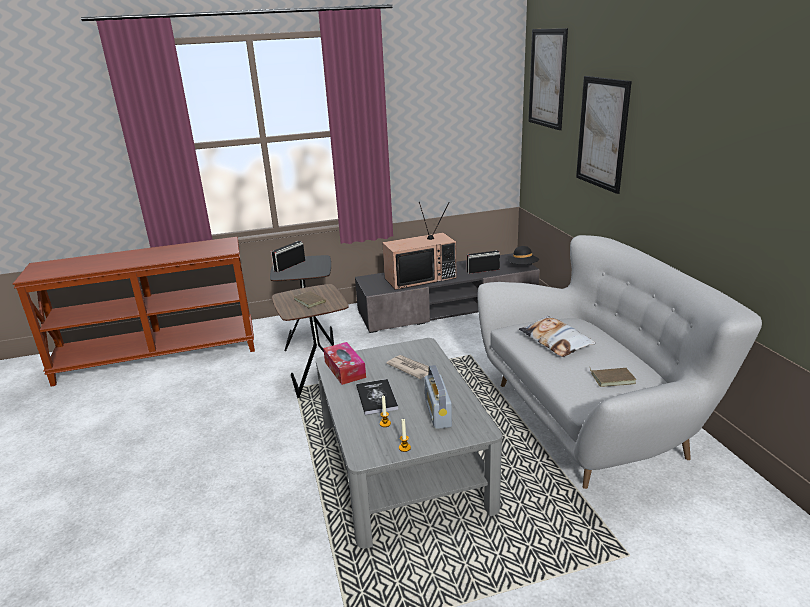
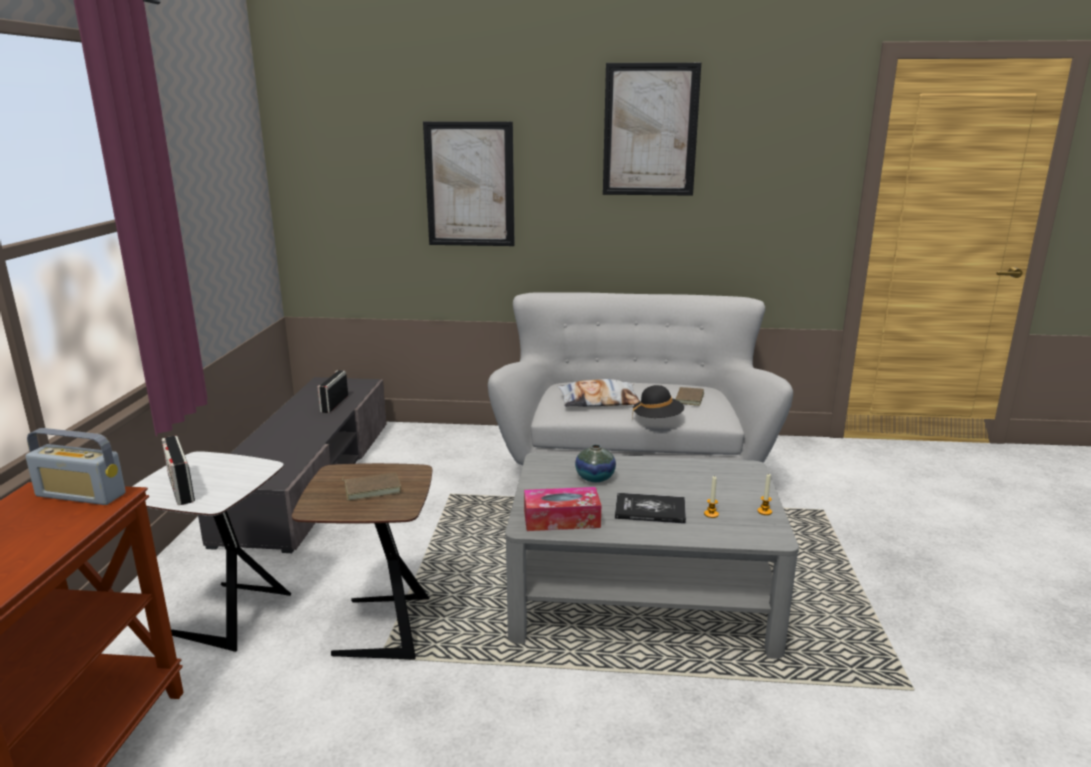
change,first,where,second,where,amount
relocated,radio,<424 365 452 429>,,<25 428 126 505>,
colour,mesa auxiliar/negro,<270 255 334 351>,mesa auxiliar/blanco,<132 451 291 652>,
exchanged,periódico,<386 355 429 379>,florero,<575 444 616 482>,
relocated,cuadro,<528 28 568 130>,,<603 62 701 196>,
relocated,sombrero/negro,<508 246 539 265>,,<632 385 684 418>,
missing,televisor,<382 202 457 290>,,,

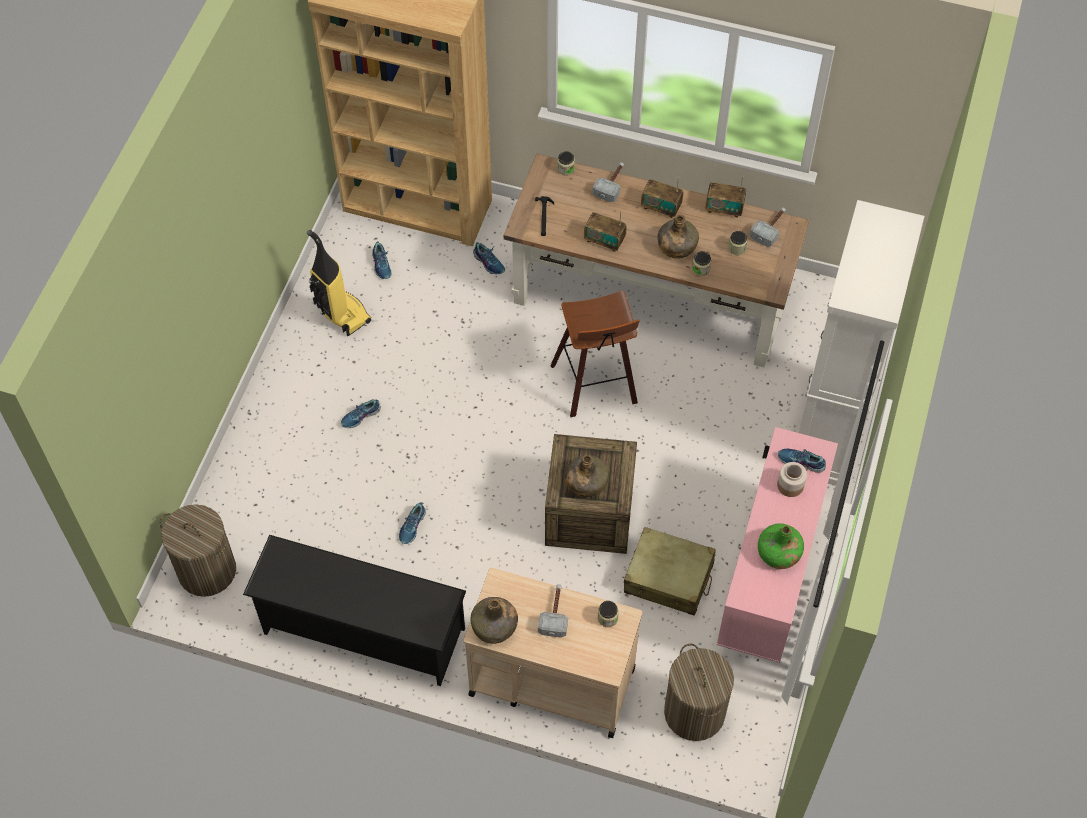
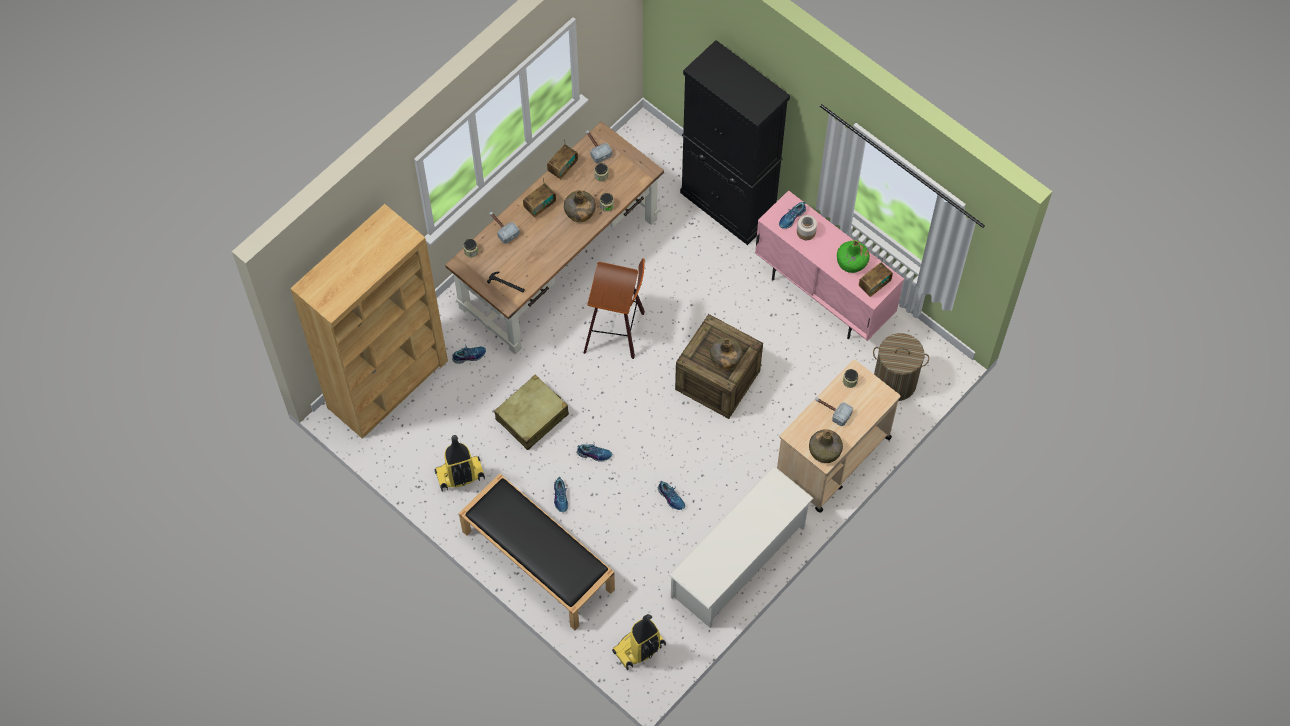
change,first,where,second,where,amount
appeared,,,banco/negro,<459 473 615 630>,
relocated,maleta/beis,<624 527 716 616>,,<494 375 569 450>,
relocated,zapato,<372 241 392 279>,,<577 444 612 462>,
exchanged,cesto de la ropa,<160 504 236 597>,aspiradora,<612 614 666 670>,
colour,zapatero/negro,<243 535 466 686>,zapatero/blanco,<669 466 814 628>,
colour,armario/blanco,<798 200 924 486>,armario/negro,<680 40 790 245>,
relocated,radio,<584 211 627 252>,,<859 258 893 297>,

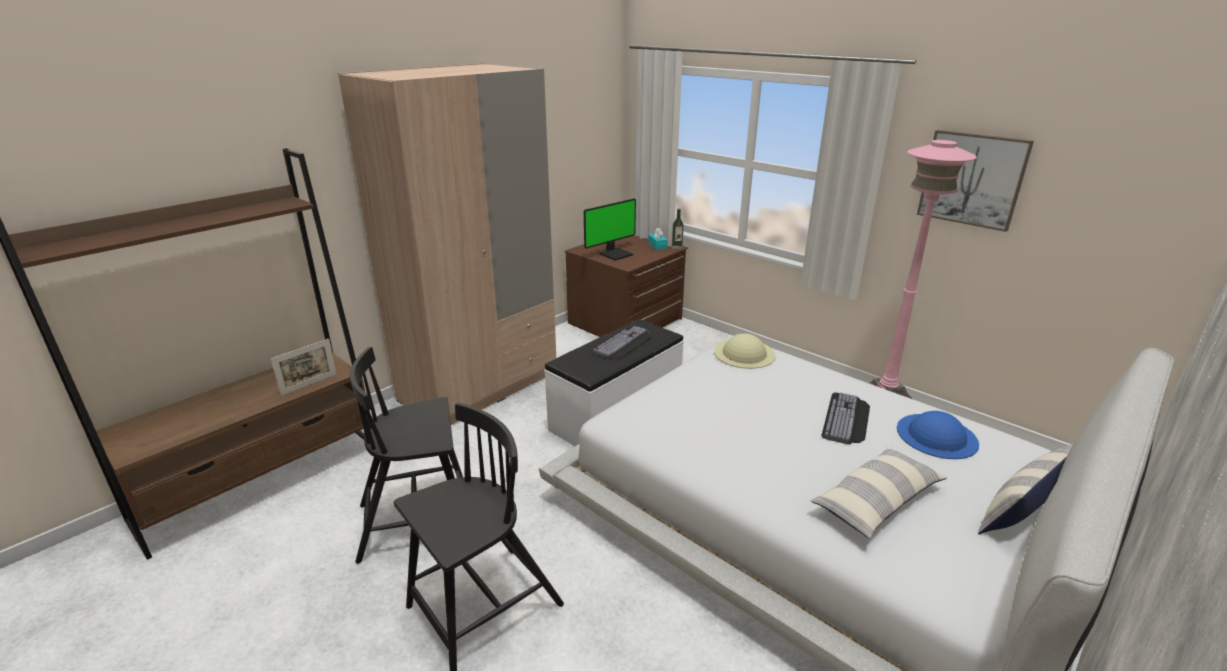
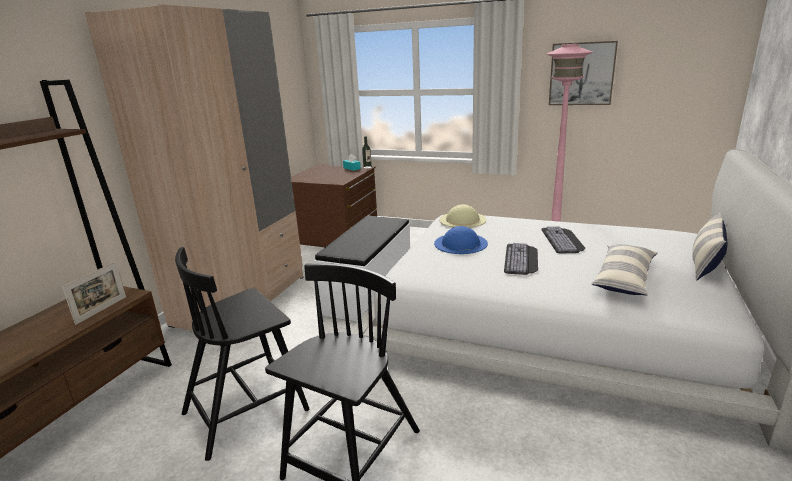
change,first,where,second,where,amount
relocated,sombrero/azul,<897 411 979 459>,,<434 226 488 254>,
relocated,teclado,<591 326 651 359>,,<504 243 538 275>,
missing,monitor,<584 199 636 260>,,,

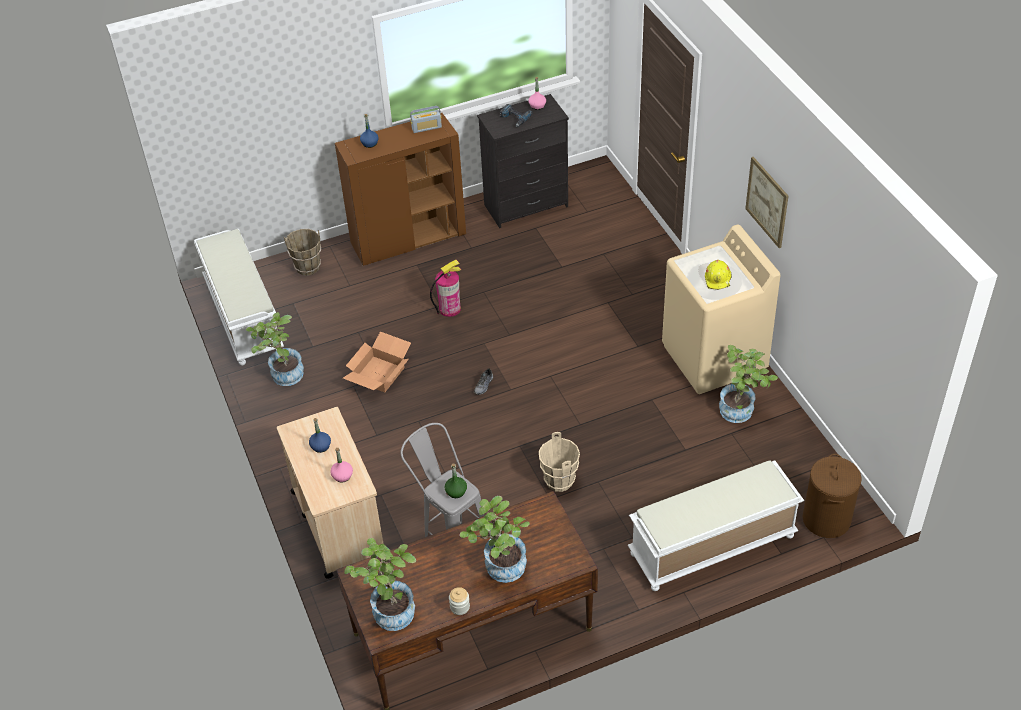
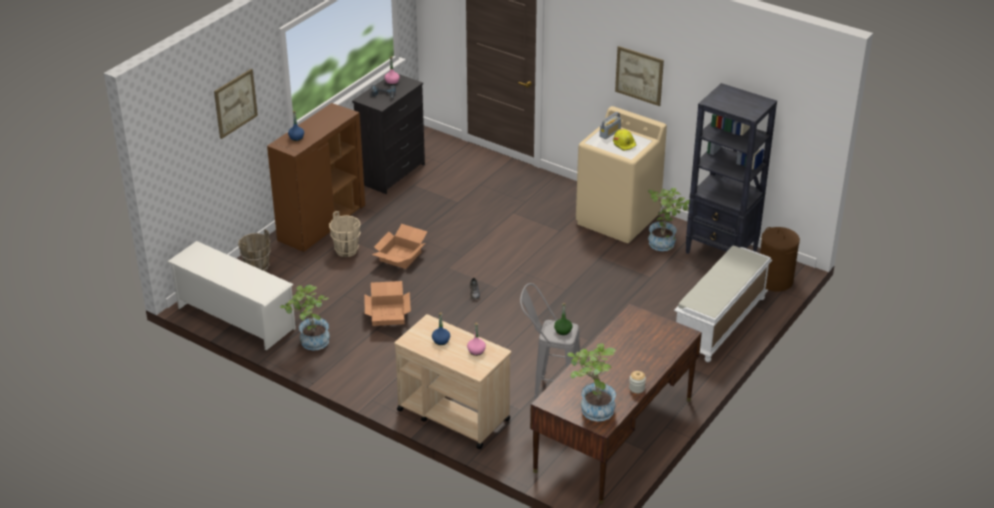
change,first,where,second,where,amount
exchanged,banco/blanco,<194 229 284 366>,zapatero/blanco,<167 241 296 350>,
appeared,,,cuadro,<214 69 258 139>,
relocated,cubo/beis,<539 432 580 492>,,<329 211 361 257>,
exchanged,extintor,<430 260 461 317>,caja de cartón,<372 224 427 269>,
relocated,radio,<410 106 442 133>,,<600 112 621 139>,
appeared,,,estantería/negro,<686 83 777 254>,
missing,planta en maceta,<460 496 530 583>,,,

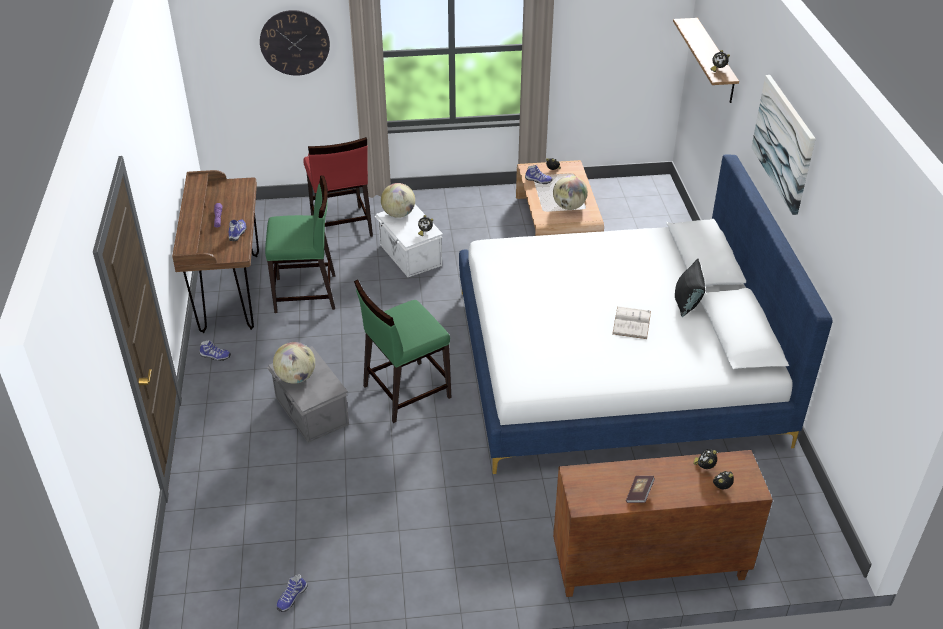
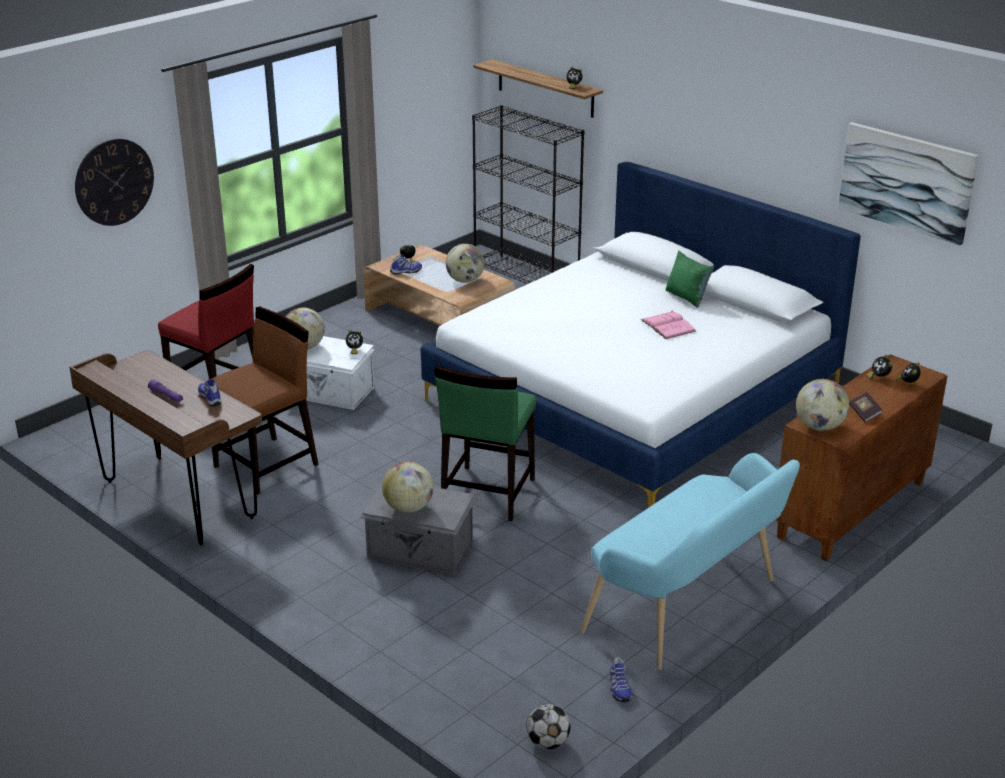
change,first,where,second,where,amount
colour,silla/verde,<265 176 335 313>,silla/marrón,<212 306 319 495>,
appeared,,,estantería/negro,<472 105 585 284>,
appeared,,,balón de fútbol,<526 704 570 749>,
appeared,,,banco/turquesa,<580 453 800 670>,
colour,libro/blanco,<612 306 651 339>,libro/rosa,<641 310 696 339>,
colour,cojín/negro,<675 259 705 317>,cojín/verde,<665 251 714 308>,
appeared,,,globo terráqueo,<796 379 849 431>,
relocated,cuadro,<751 75 816 215>,,<838 122 979 245>,
missing,zapato,<199 340 231 361>,,,

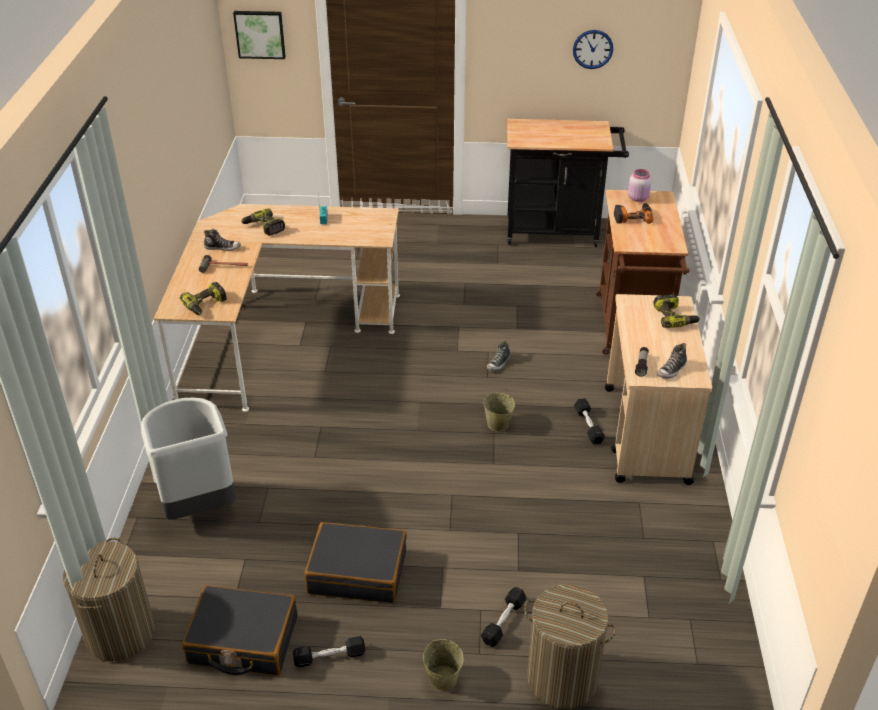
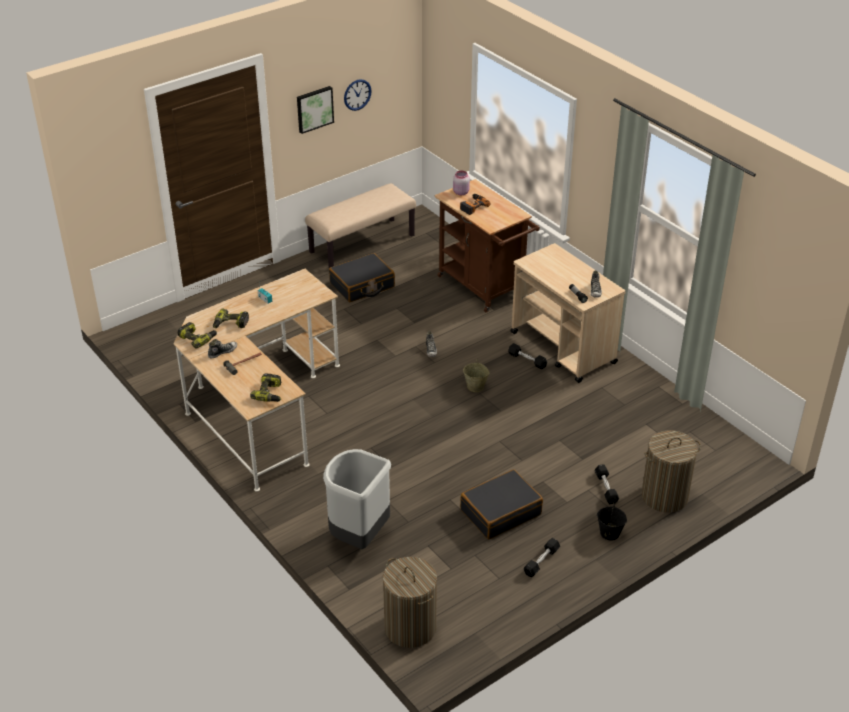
change,first,where,second,where,amount
relocated,taladro,<653 294 700 328>,,<178 322 217 349>,
relocated,cuadro,<233 11 286 59>,,<297 86 334 134>,
exchanged,carrito/negro,<507 119 629 247>,banco/beis,<305 183 416 268>,
relocated,maleta/negro,<182 585 297 676>,,<329 253 395 302>,
colour,cubo/beis,<423 639 464 691>,cubo/negro,<597 503 627 541>,

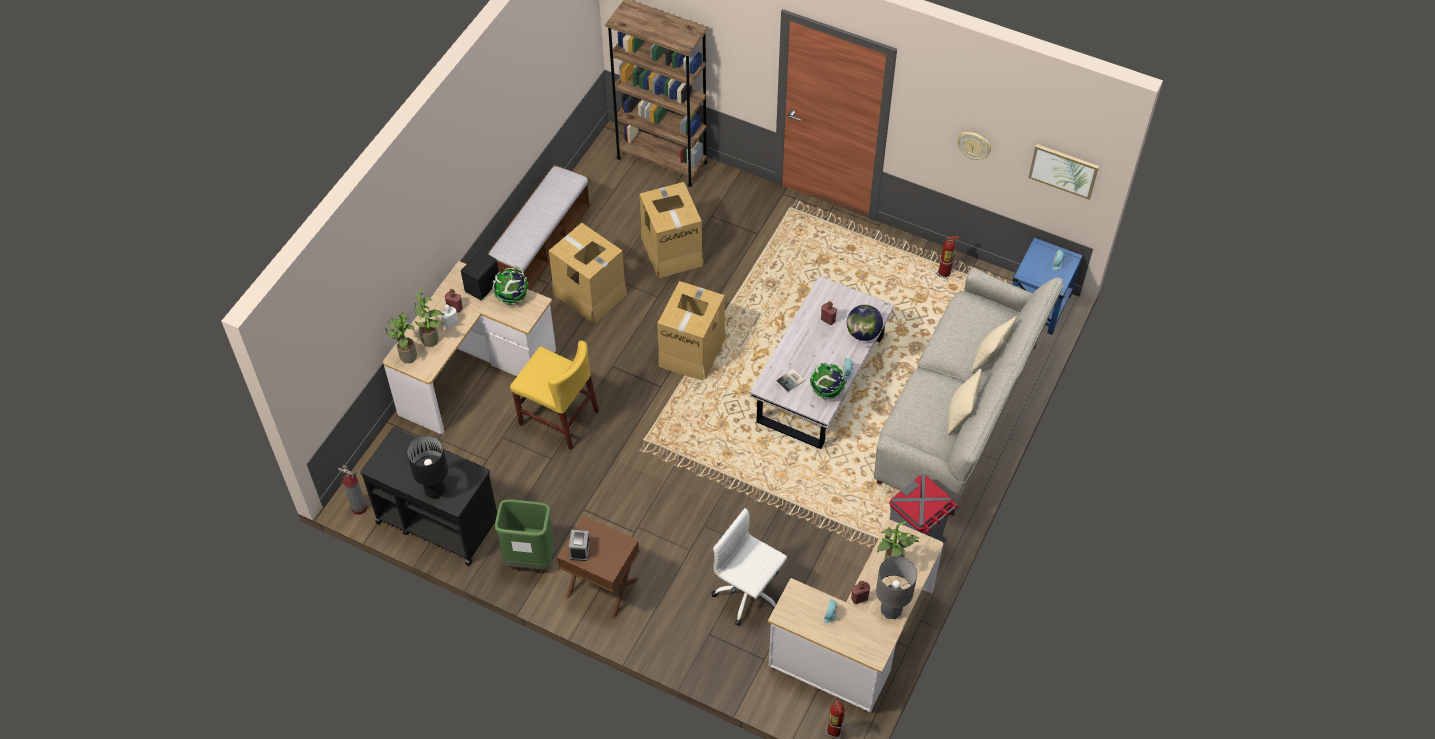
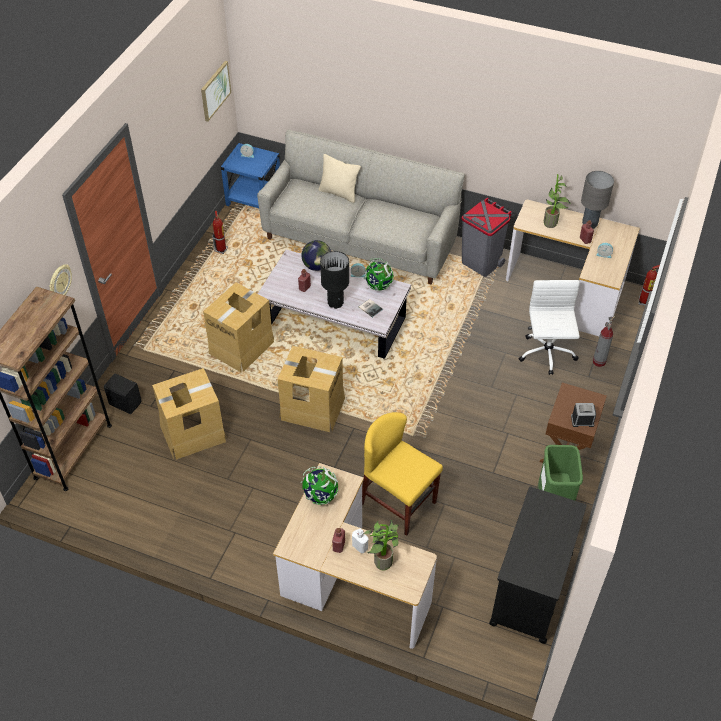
change,first,where,second,where,amount
relocated,reloj de pared,<957 132 991 160>,,<49 264 72 295>,
relocated,altavoz/negro,<461 251 499 300>,,<104 373 142 414>,
relocated,caja de cartón,<549 223 627 323>,,<203 282 274 372>,
relocated,lámpara de mesa/negro,<407 435 448 499>,,<320 251 349 309>,
spun,silla/amarillo,<510 341 599 450>,,<362 412 443 536>,75 degrees counterclockwise
spun,silla de oficina/blanco,<711 508 787 626>,,<519 280 580 375>,150 degrees clockwise
relocated,extintor,<338 465 367 515>,,<593 316 615 367>,
missing,planta en maceta,<385 312 417 364>,,,
missing,banco,<487 164 591 290>,,,
missing,cojín/beis,<947 369 982 435>,,,

